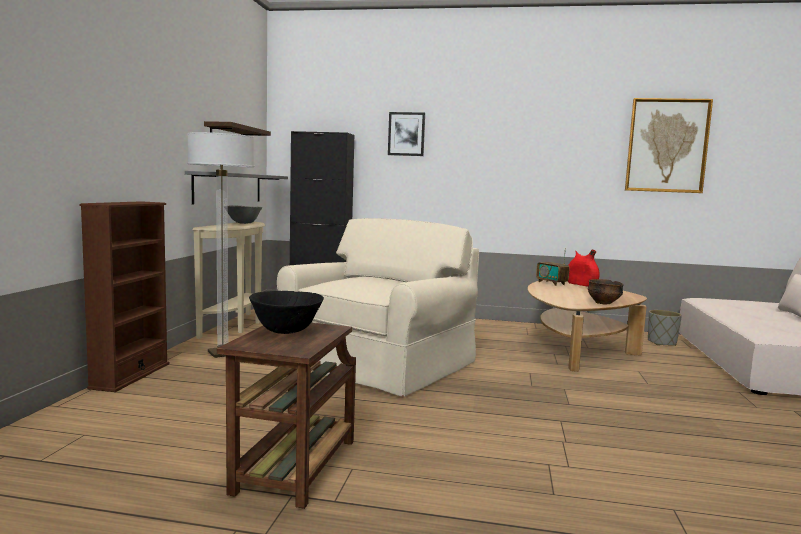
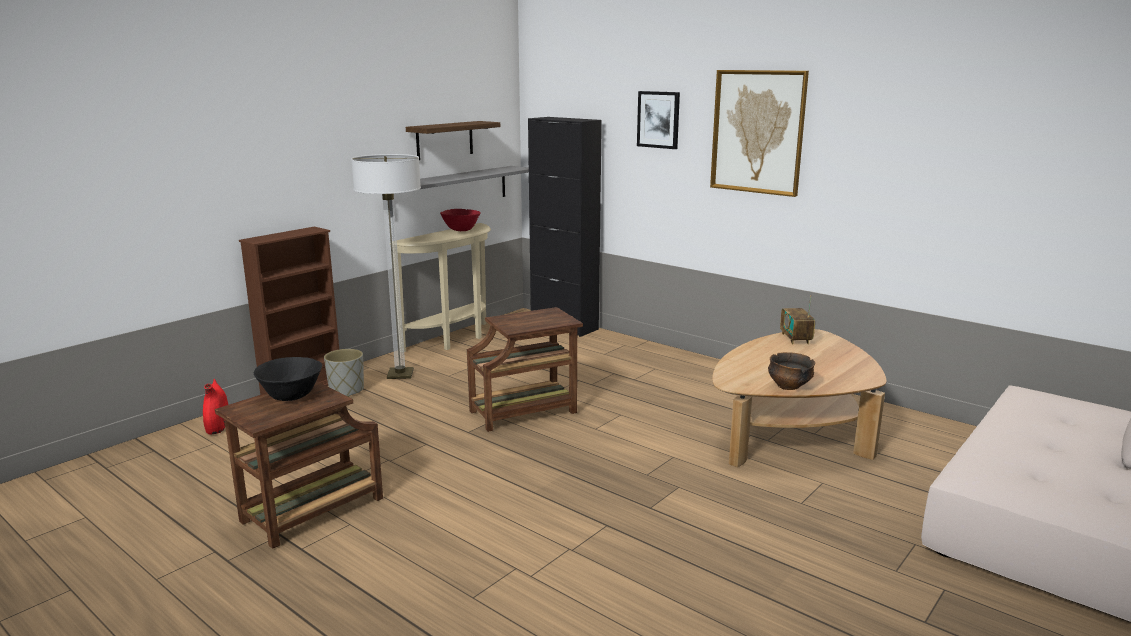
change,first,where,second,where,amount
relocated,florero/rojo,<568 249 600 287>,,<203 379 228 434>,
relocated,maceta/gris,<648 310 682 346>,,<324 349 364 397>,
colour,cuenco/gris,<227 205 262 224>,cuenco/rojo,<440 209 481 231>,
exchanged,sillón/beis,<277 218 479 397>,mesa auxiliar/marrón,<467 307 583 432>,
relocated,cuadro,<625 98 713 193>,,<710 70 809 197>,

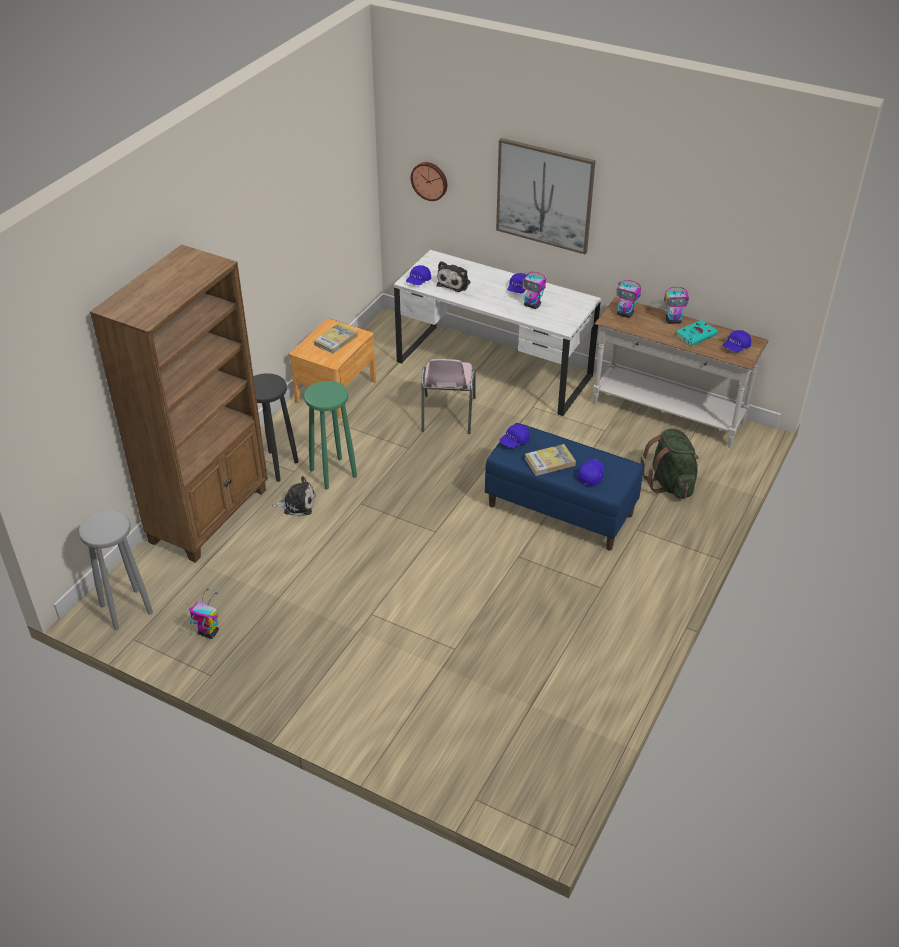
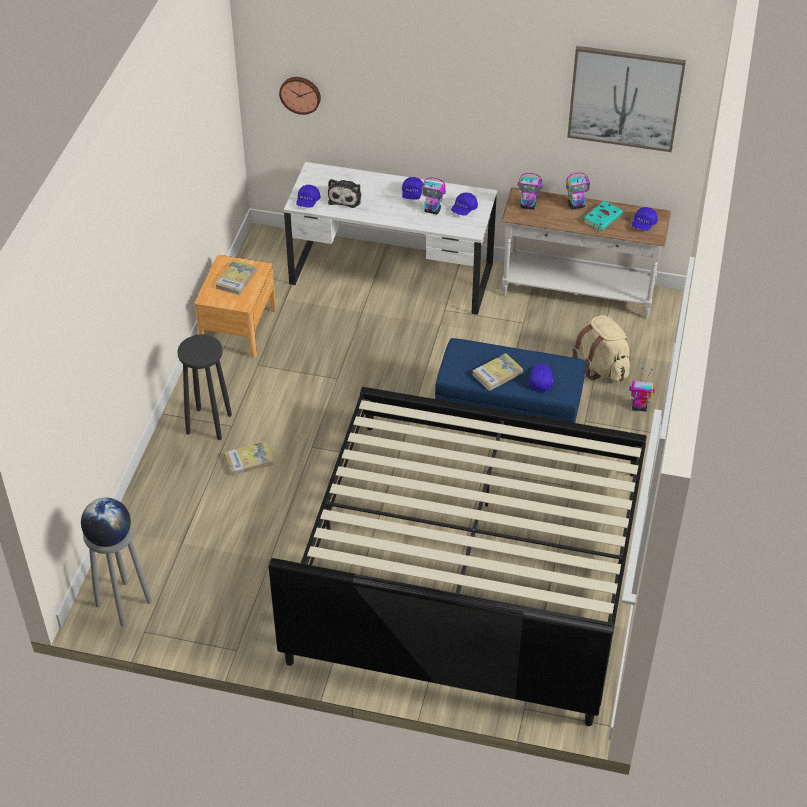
change,first,where,second,where,amount
appeared,,,globo terráqueo,<81 498 131 547>,
exchanged,peluche,<272 476 316 516>,libro,<225 442 273 476>,
appeared,,,cama,<269 387 647 726>,
relocated,gorra/azul,<499 424 530 448>,,<451 192 478 216>,
relocated,cuadro,<496 138 596 254>,,<567 46 686 152>,
colour,mochila/verde,<640 429 699 499>,mochila/beis,<572 315 630 382>,
relocated,robot de juguete,<189 588 219 639>,,<629 367 655 412>,
missing,estantería/marrón,<90 244 268 563>,,,
missing,taburete/verde,<304 381 357 489>,,,
missing,silla/rosa,<421 359 476 434>,,,

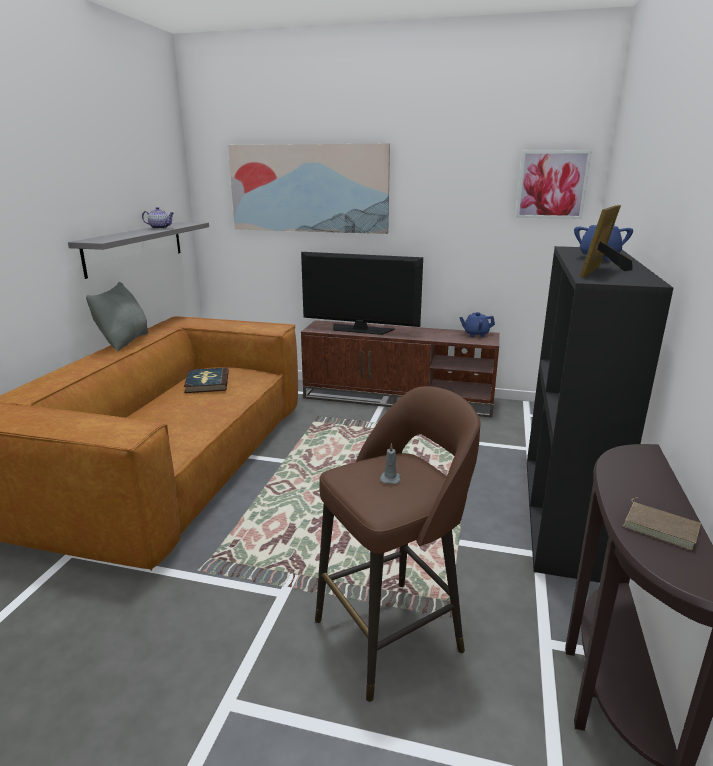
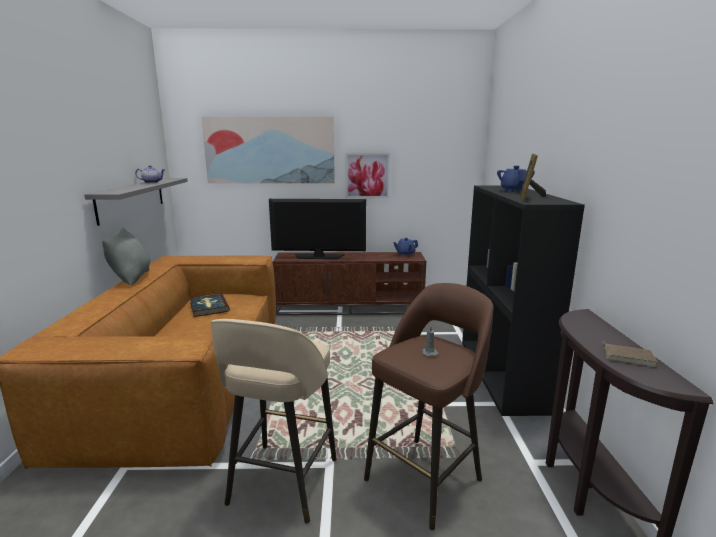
change,first,where,second,where,amount
appeared,,,taburete/beis,<211 319 337 523>,
relocated,cuadro,<516 150 592 219>,,<345 153 390 198>,

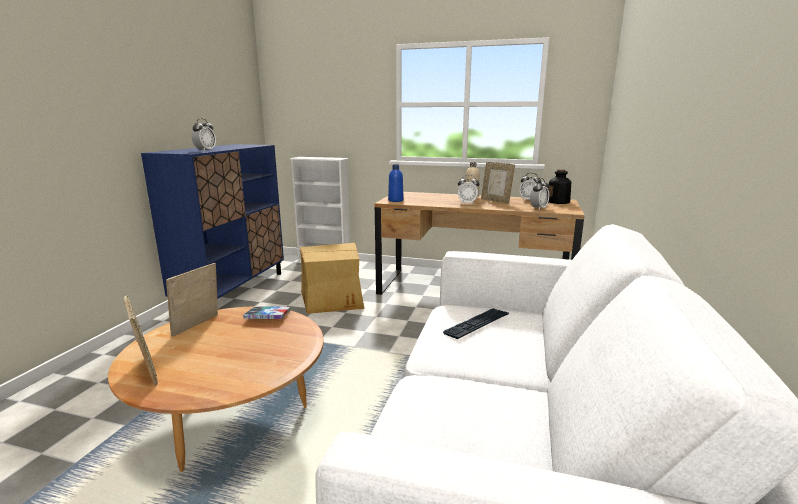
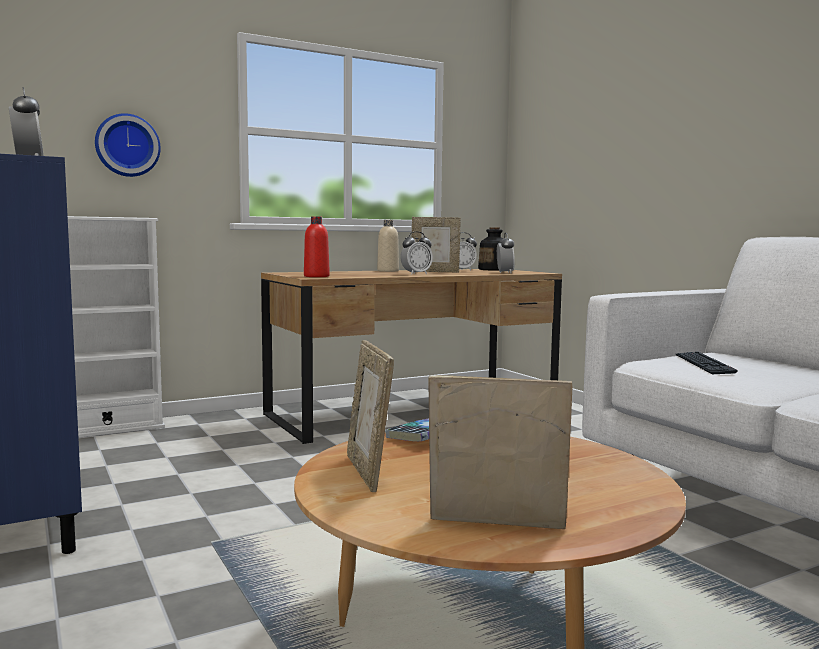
change,first,where,second,where,amount
appeared,,,reloj de pared,<95 113 161 177>,
colour,botella/azul,<388 165 404 202>,botella/rojo,<304 216 330 277>,
missing,caja de cartón,<300 243 364 314>,,,

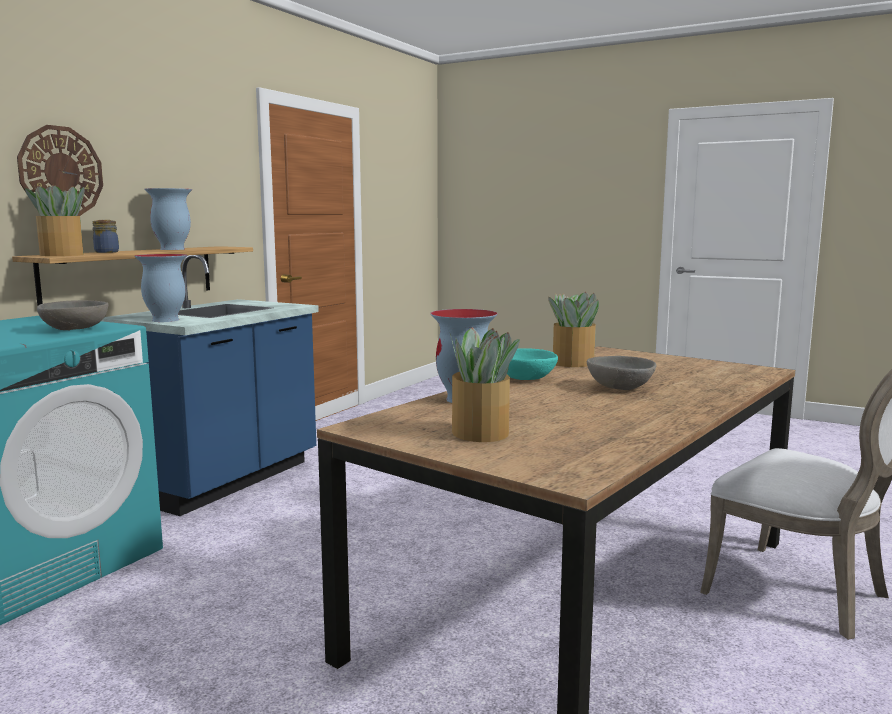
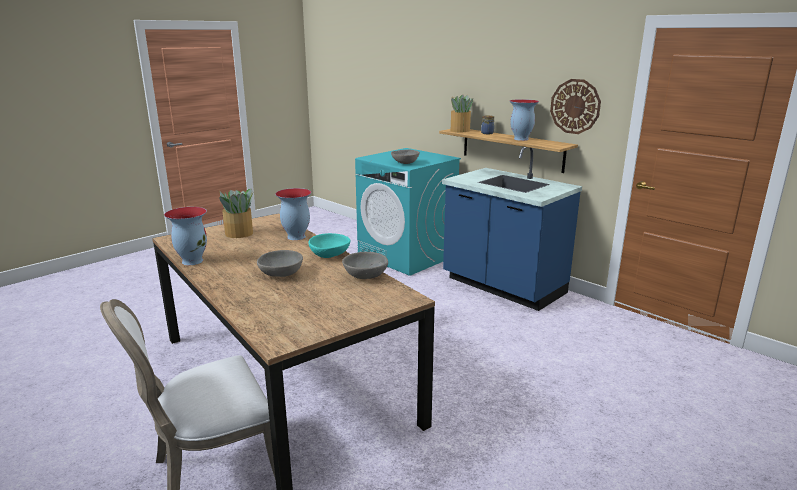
change,first,where,second,where,amount
relocated,florero,<134 254 187 322>,,<164 207 207 265>,
exchanged,planta en maceta,<548 292 599 367>,cuenco/gris,<342 252 388 279>,
relocated,reloj de pared,<17 125 103 216>,,<550 79 601 134>,

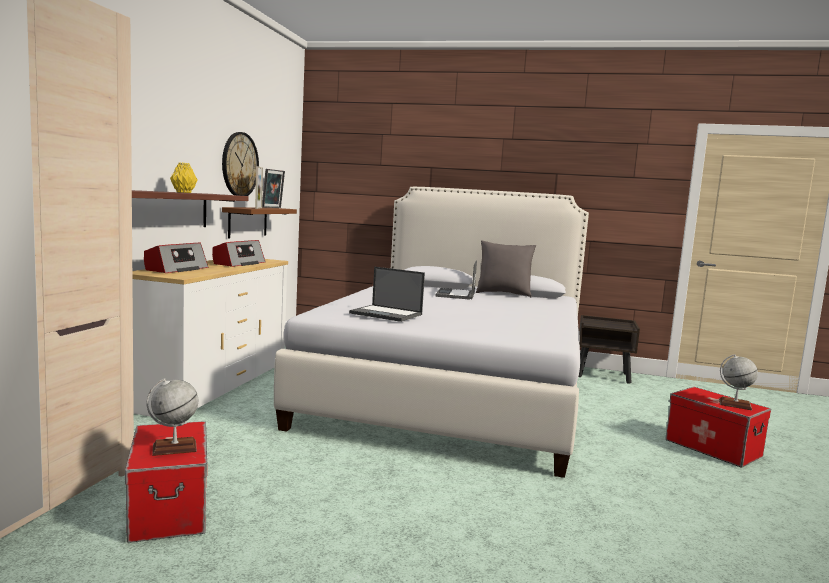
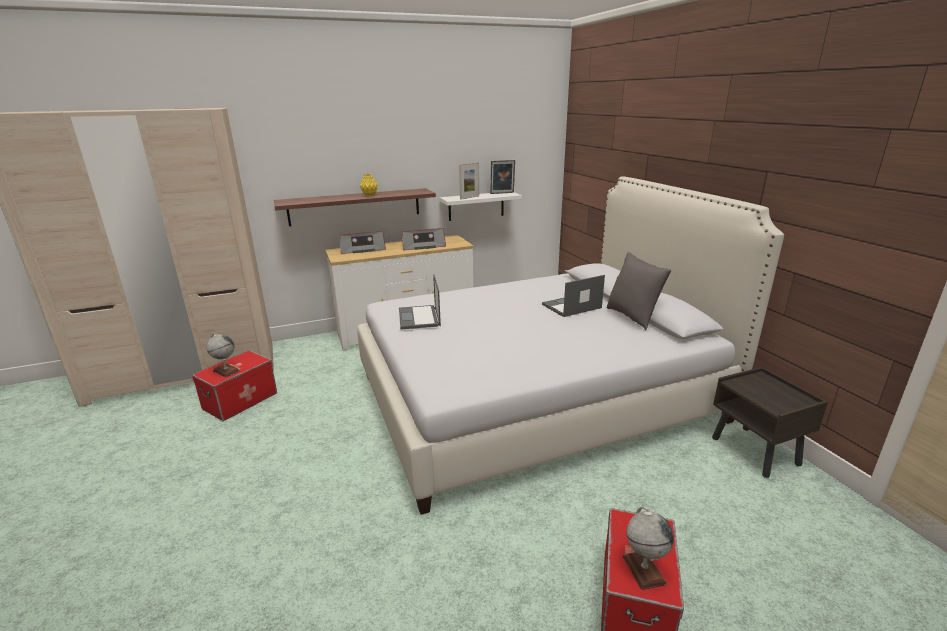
change,first,where,second,where,amount
colour,estante/marrón,<222 207 297 239>,estante/blanco,<440 192 522 221>,
missing,reloj de pared,<222 132 259 196>,,,

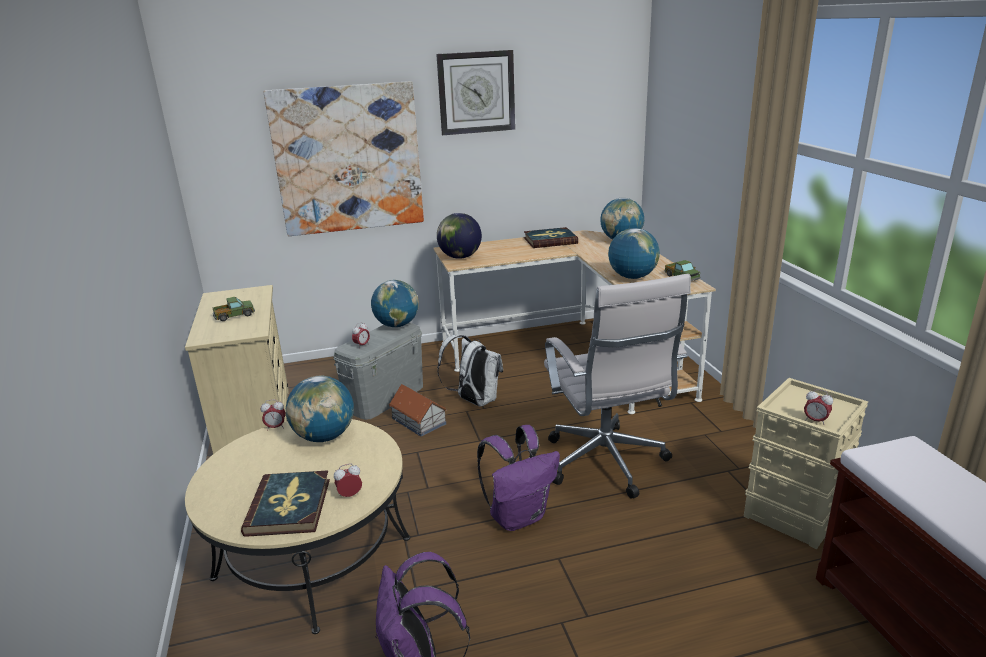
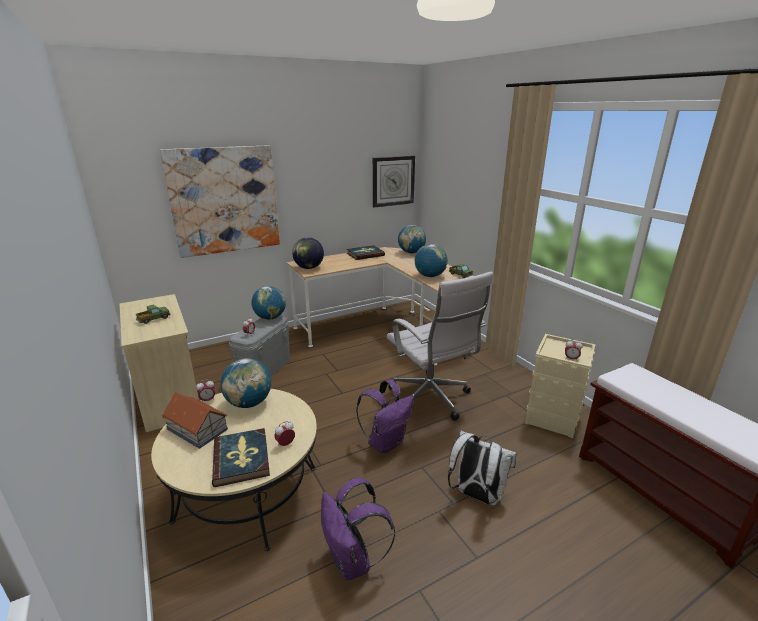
change,first,where,second,where,amount
relocated,casita,<388 384 447 437>,,<162 392 228 449>,
relocated,reloj de pared,<436 50 515 135>,,<373 156 415 208>,
relocated,mochila/blanco,<437 334 503 406>,,<448 431 517 506>,

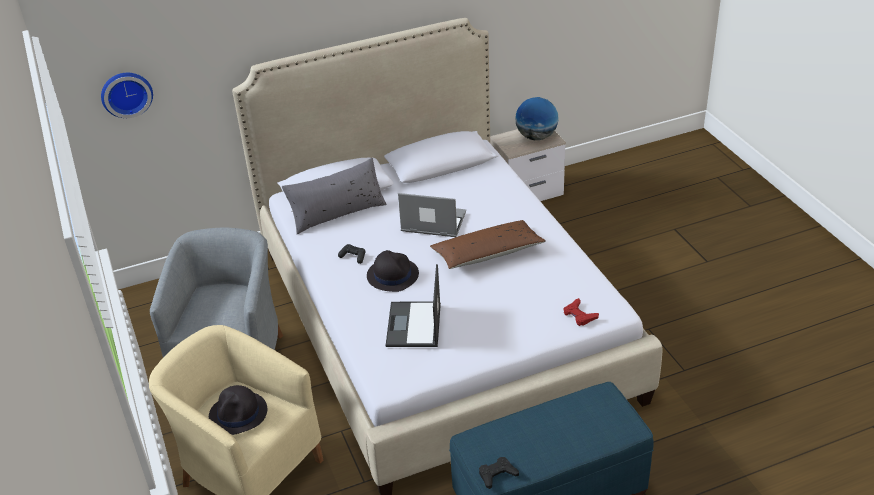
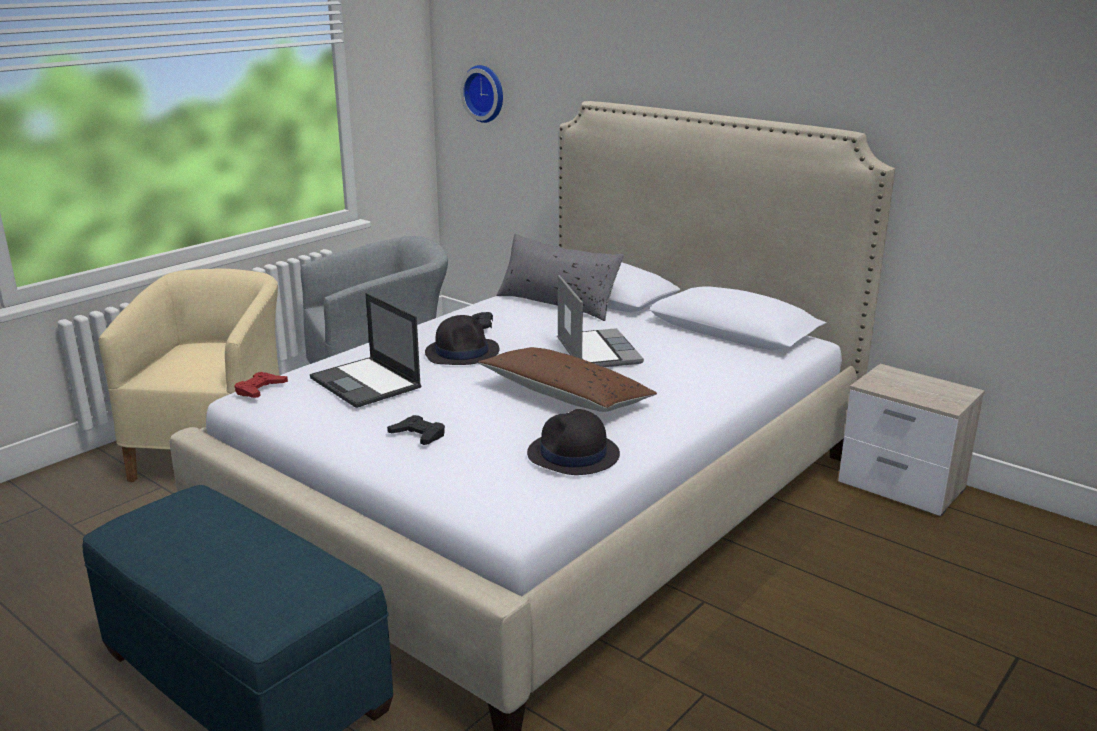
change,first,where,second,where,amount
relocated,mando de consola/rojo,<564 298 599 326>,,<234 372 288 398>,
spun,portátil,<386 264 441 347>,,<310 293 421 408>,105 degrees counterclockwise
relocated,mando de consola/negro,<479 457 519 489>,,<387 415 445 445>,
relocated,sombrero/negro,<209 385 267 435>,,<527 409 620 475>,
missing,globo terráqueo,<516 97 559 140>,,,

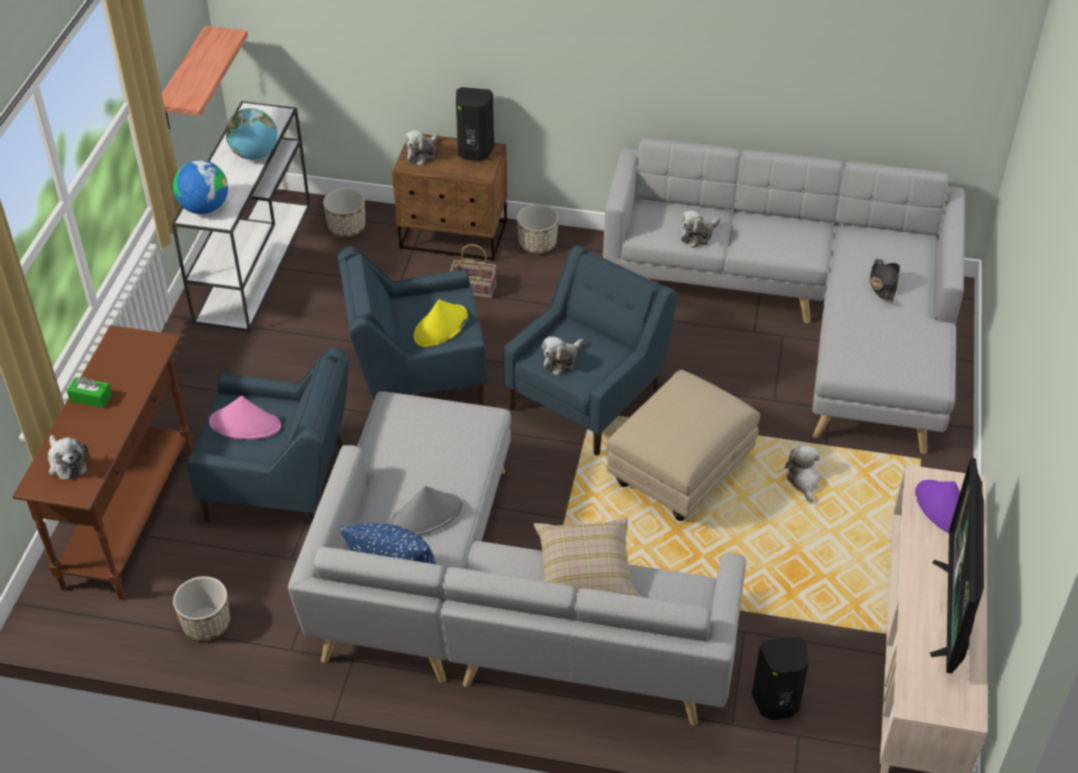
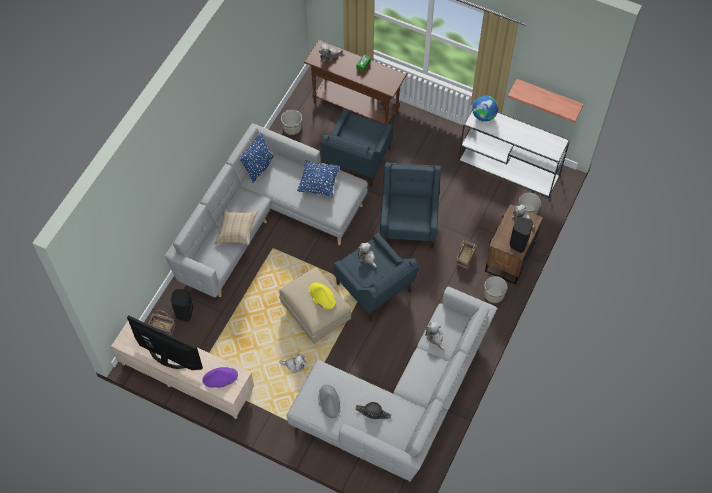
change,first,where,second,where,amount
appeared,,,cesta,<148 310 176 335>,
appeared,,,cojín/azul,<297 160 340 197>,
relocated,sombrero/amarillo,<414 300 468 347>,,<309 282 336 309>,
relocated,sombrero/gris,<390 486 463 535>,,<318 385 341 418>,
missing,sombrero/rosa,<209 396 281 440>,,,
missing,globo terráqueo,<226 108 277 160>,,,

